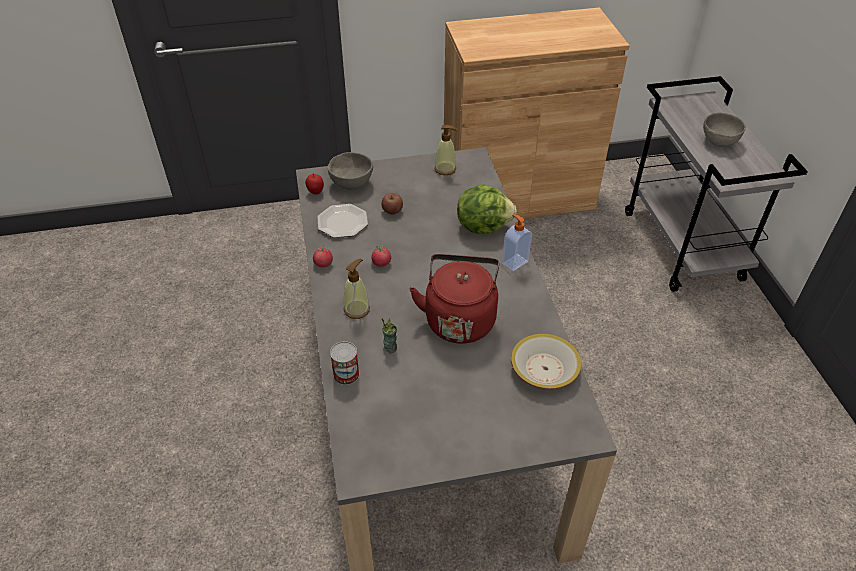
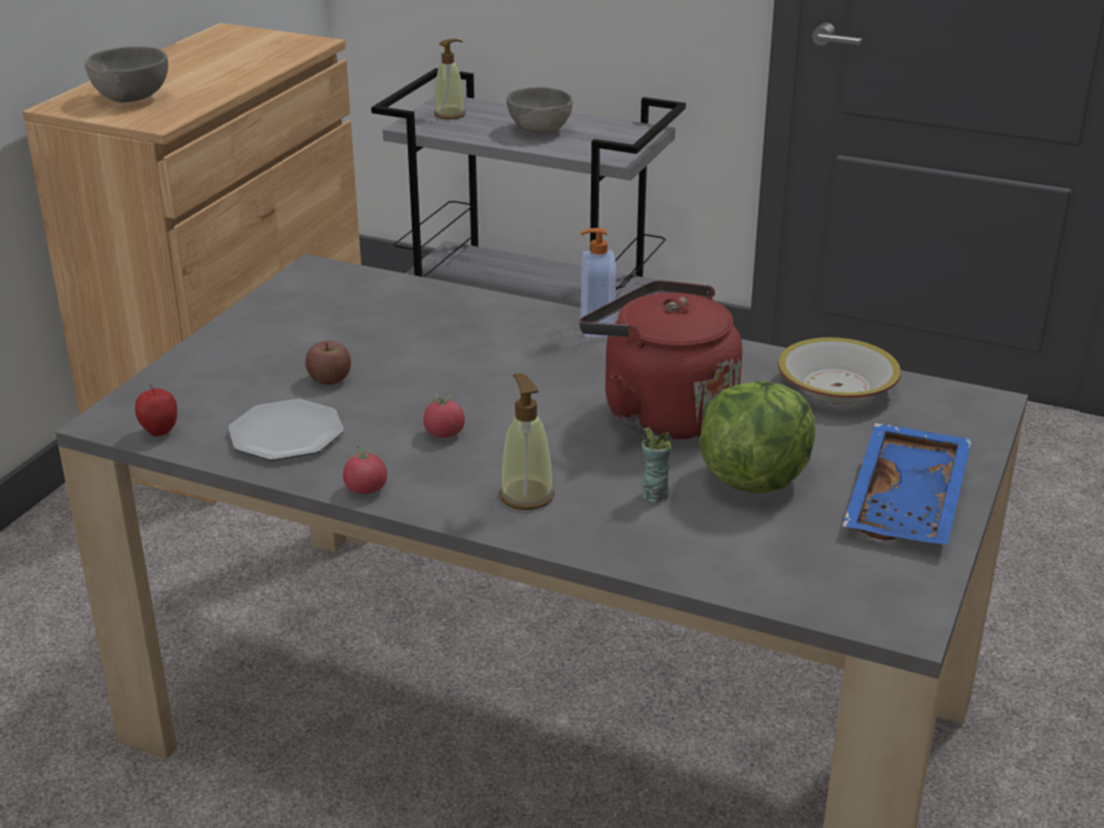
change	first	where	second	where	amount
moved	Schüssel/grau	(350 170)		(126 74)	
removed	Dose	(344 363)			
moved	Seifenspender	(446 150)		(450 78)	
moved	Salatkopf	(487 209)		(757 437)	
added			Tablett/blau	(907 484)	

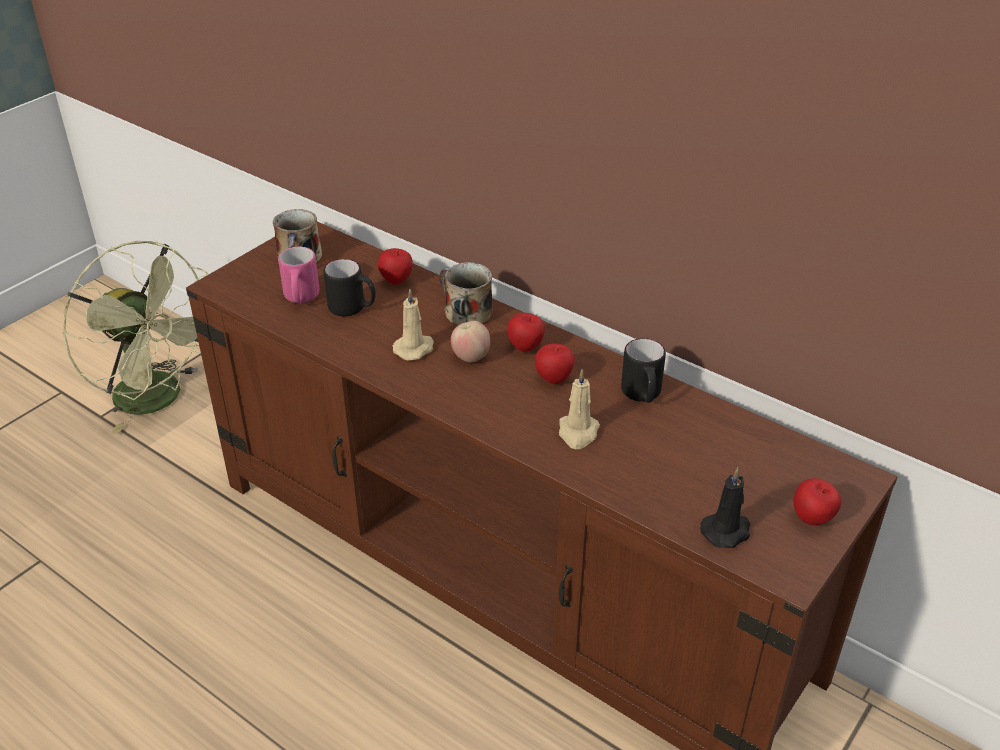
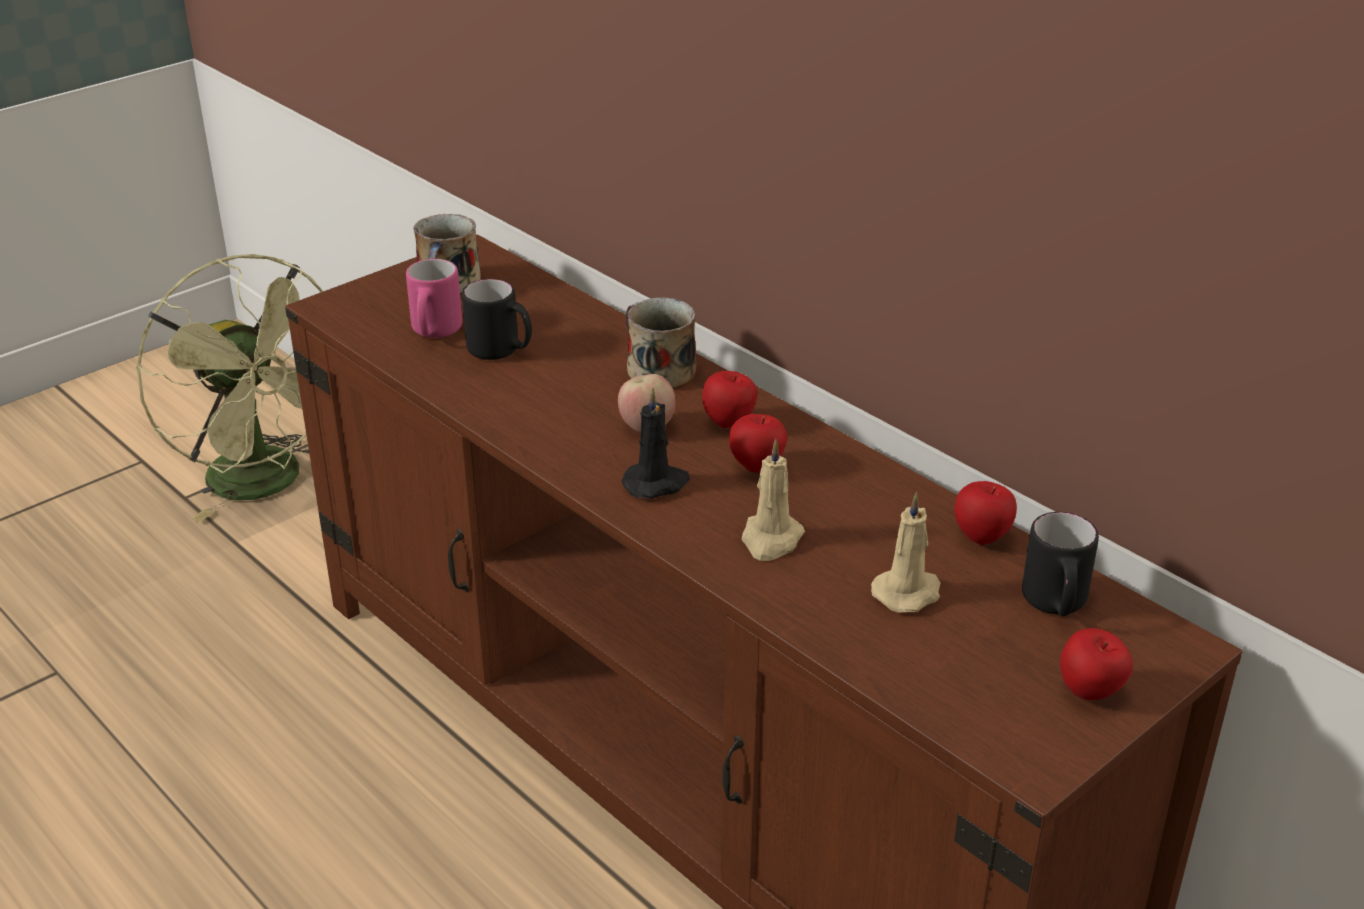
change	first	where	second	where	amount
moved	Apfel	(395 266)		(985 513)	
moved	Kerze/beige	(413 325)		(905 552)	
moved	Henkelbecher/schwarz	(643 370)		(1060 564)	
moved	Kerze/schwarz	(725 507)		(656 443)	

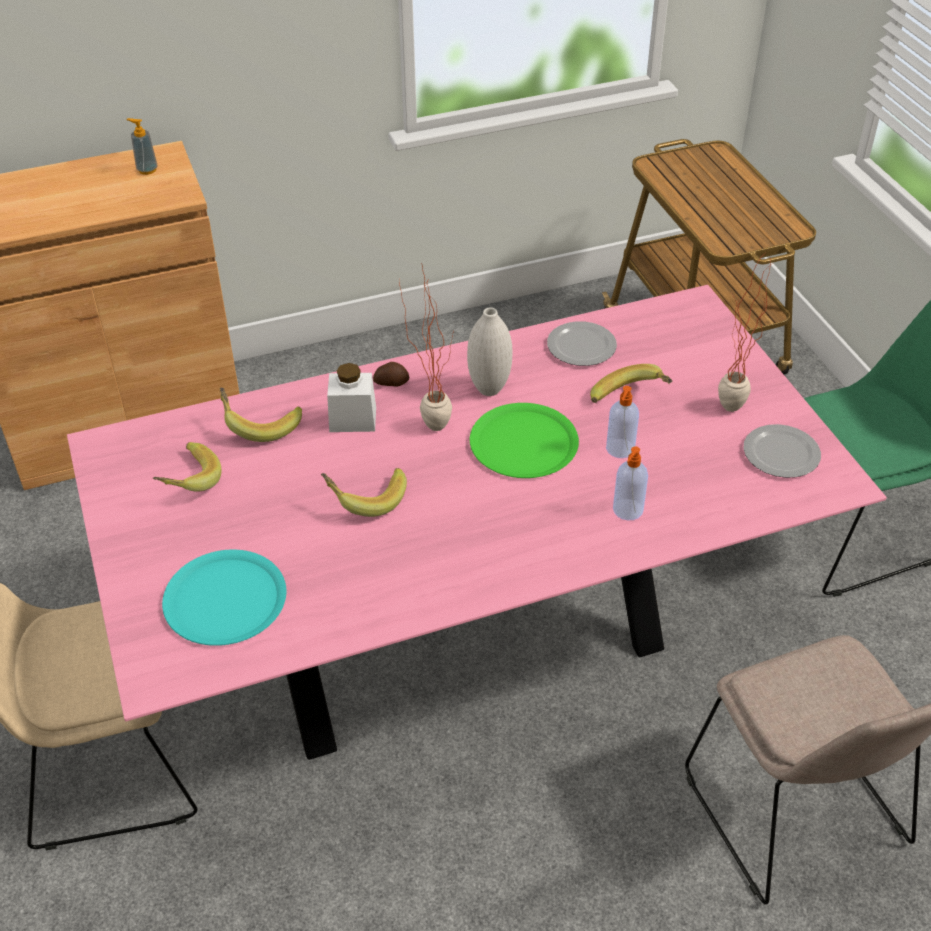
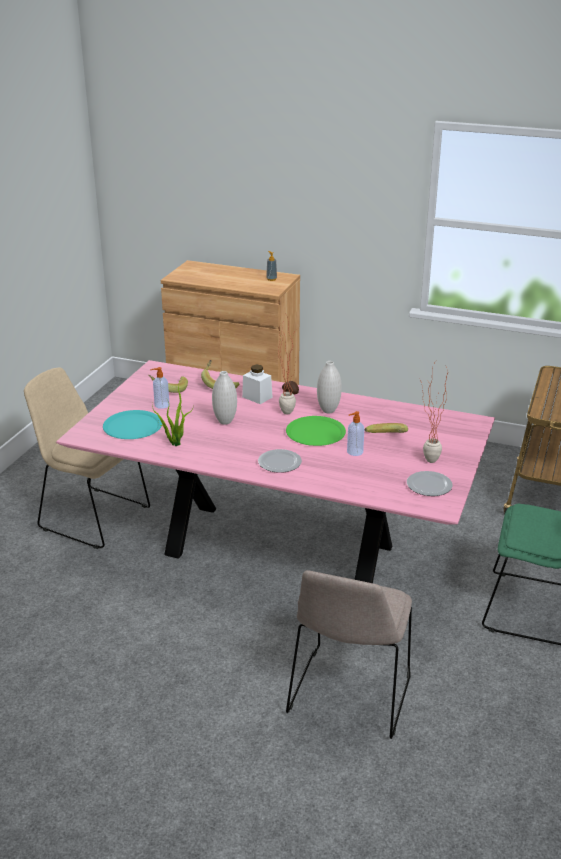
change	first	where	second	where	amount
replaced	Banane	(364 492)	Vase/weiß	(224 398)	
moved	Teller	(582 343)		(280 461)	
moved	Seifenspender	(630 483)		(160 388)	
added			Topfpflanze	(173 415)	

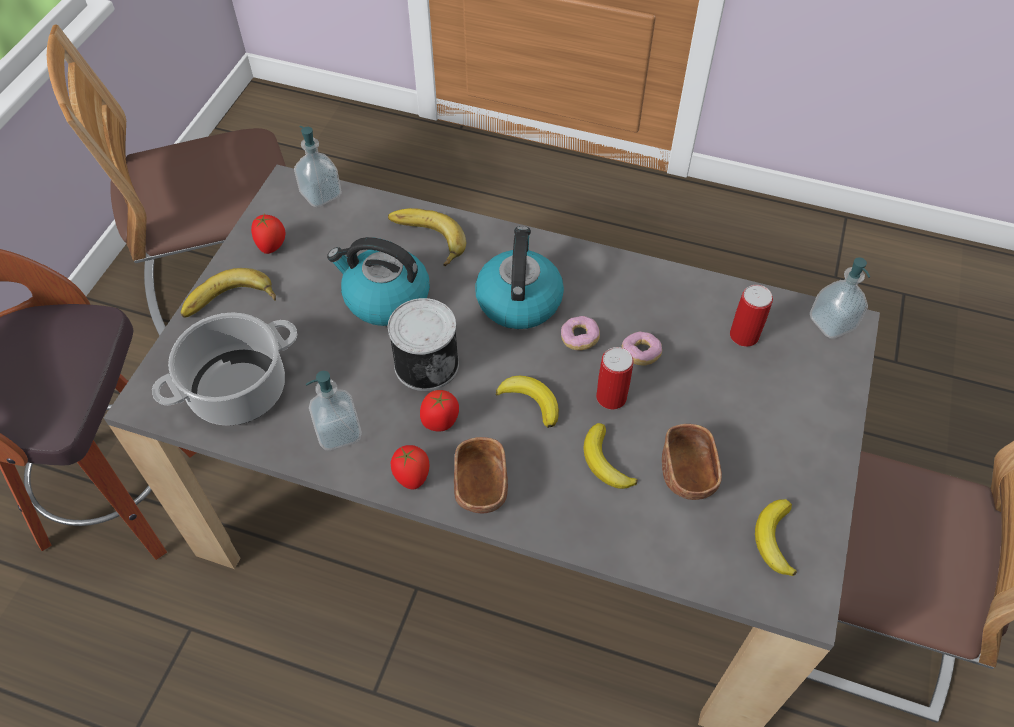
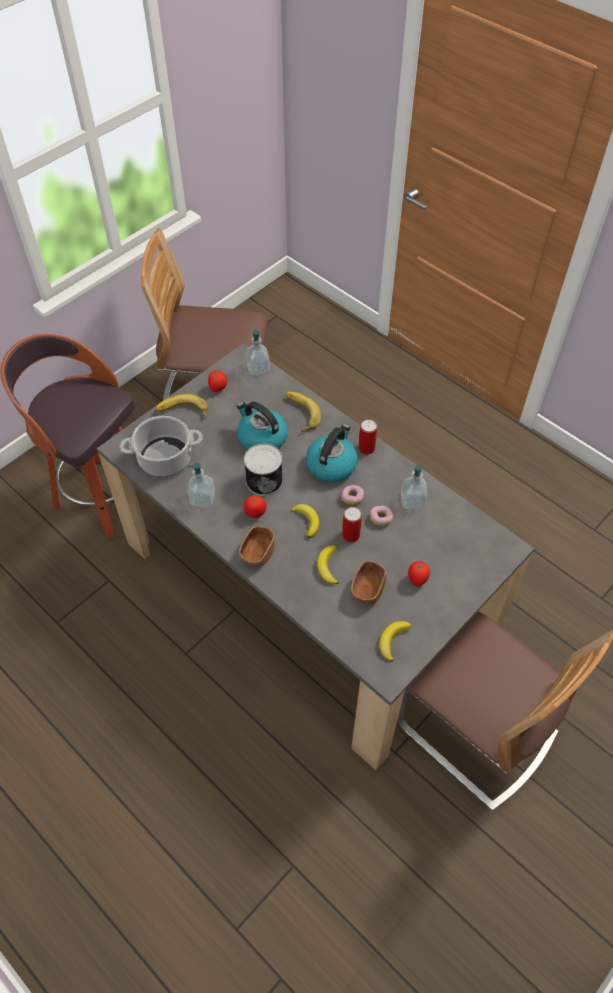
change	first	where	second	where	amount
moved	Tomate	(410 467)		(419 574)	
moved	Dose	(751 316)		(368 437)	
moved	Seifenspender	(840 297)		(414 487)	

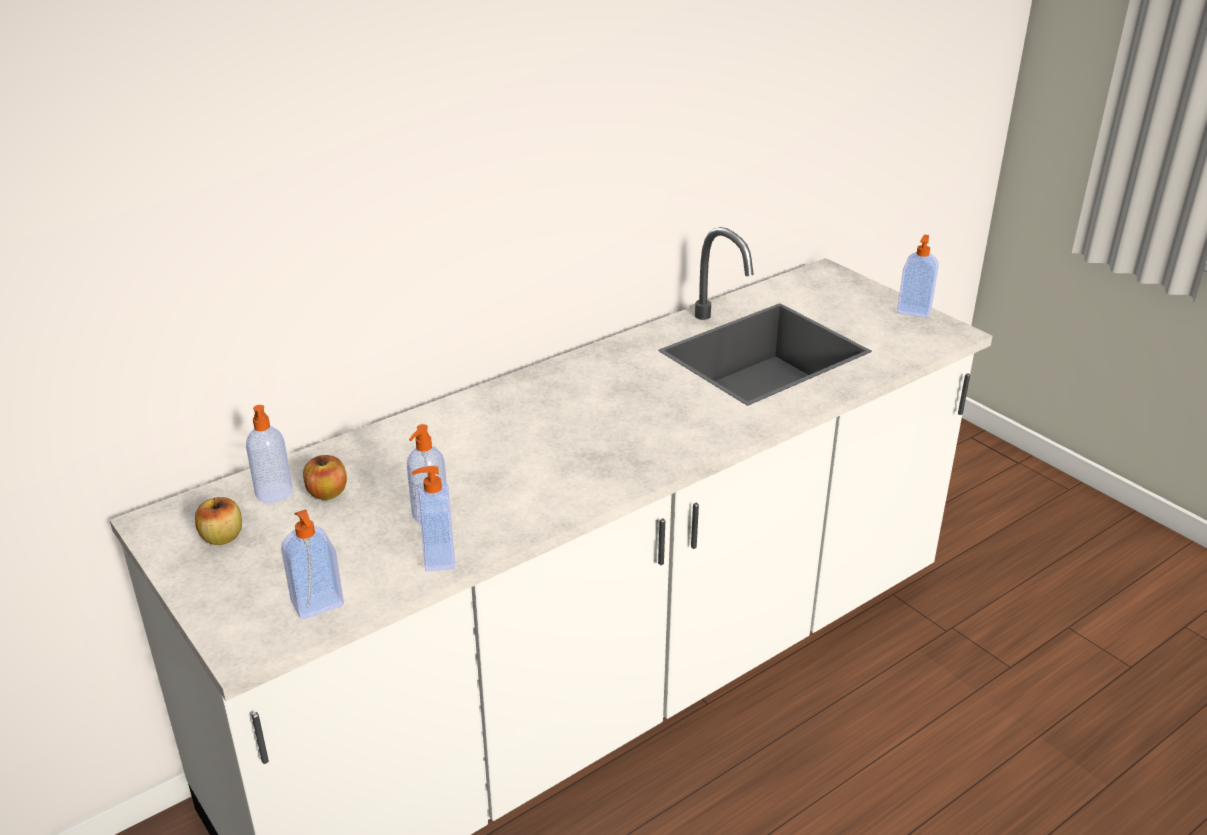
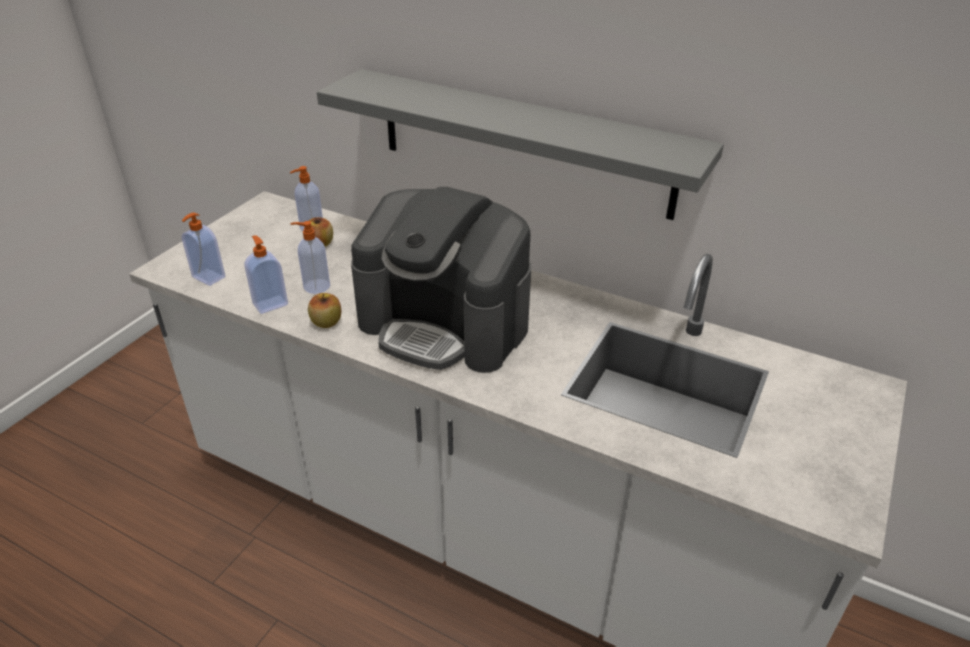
change	first	where	second	where	amount
moved	Apfel	(218 521)		(324 310)	
removed	Seifenspender	(918 276)			
added			Wandregal/grau	(520 144)	
added			Kaffeemaschine	(441 280)	

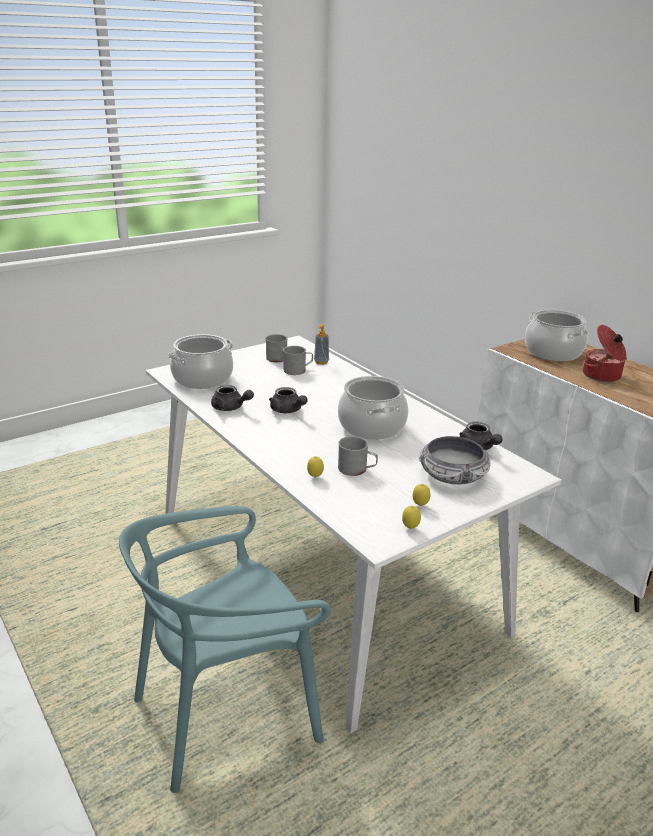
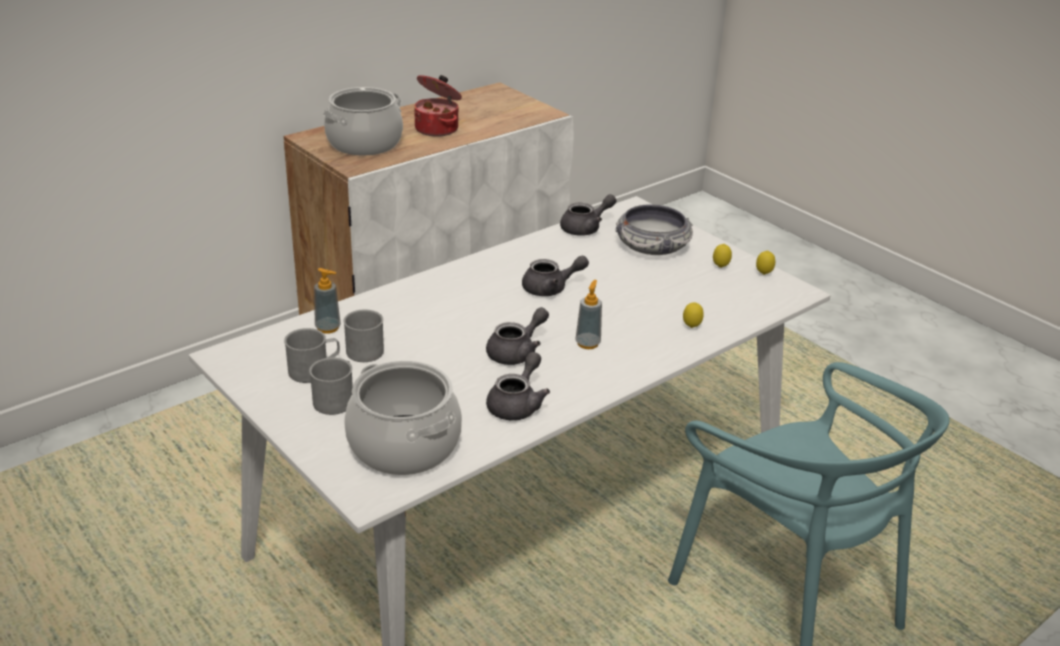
change	first	where	second	where	amount
replaced	Kochtopf	(373 408)	Teekanne/grau	(555 276)	
moved	Henkelbecher/grau	(358 456)		(331 386)	
added			Seifenspender	(588 314)	

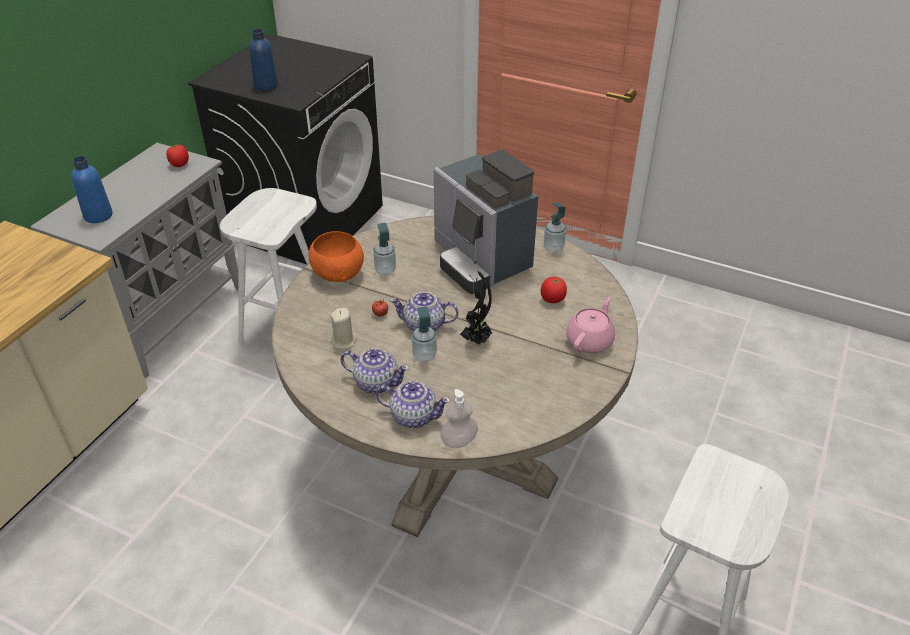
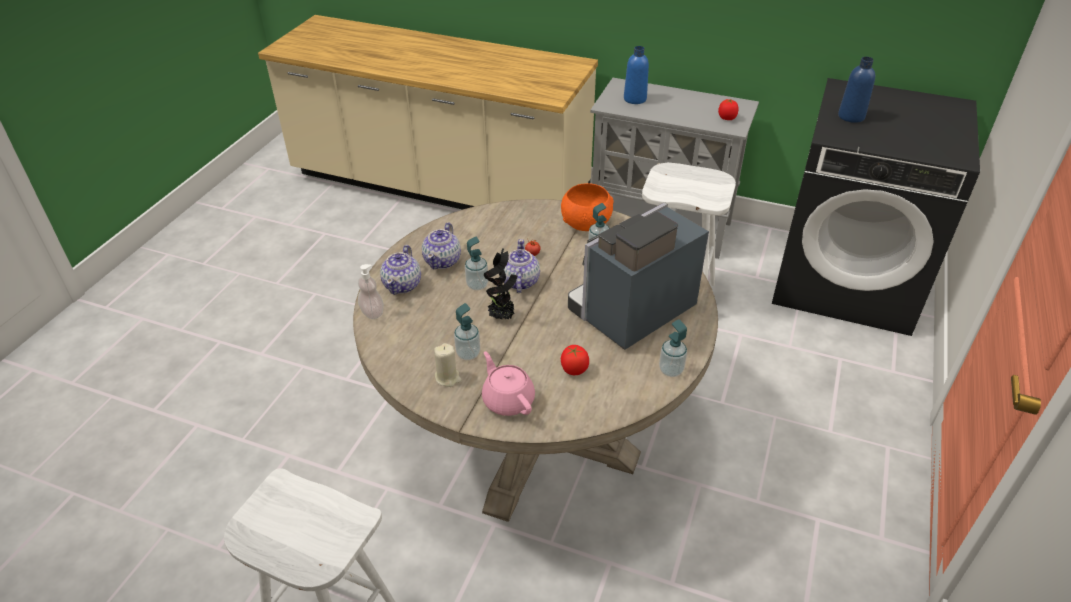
change	first	where	second	where	amount
moved	Kerze/beige	(344 328)		(448 365)	
turned	Teekanne/rosa	(590 325)		(508 383)	150 degrees counterclockwise
added			Seifenspender	(467 331)	

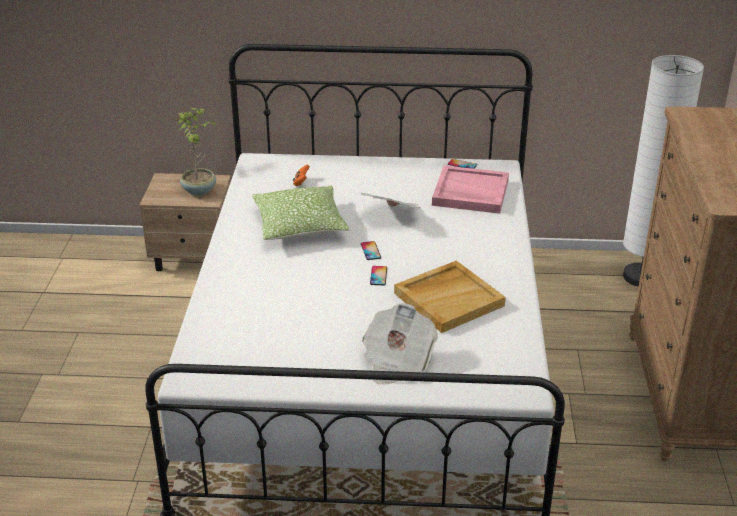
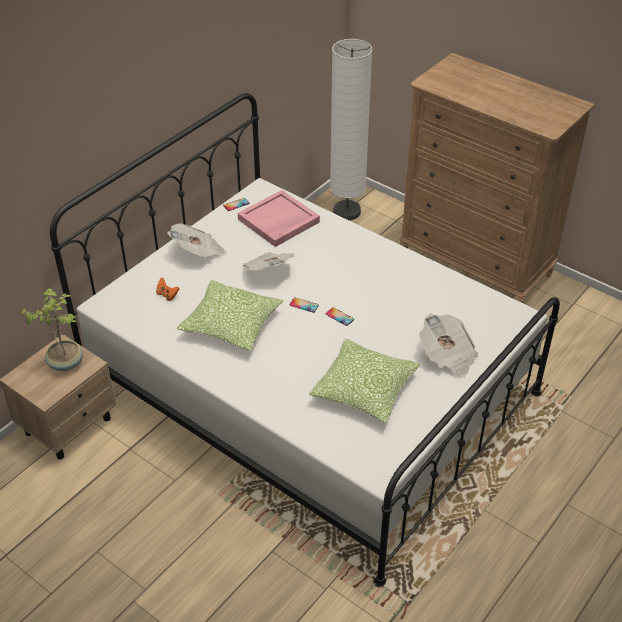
change	first	where	second	where	amount
removed	Tablett/beige	(450 296)			
added			Zeitung	(197 240)	
added			Kissen	(364 381)	

